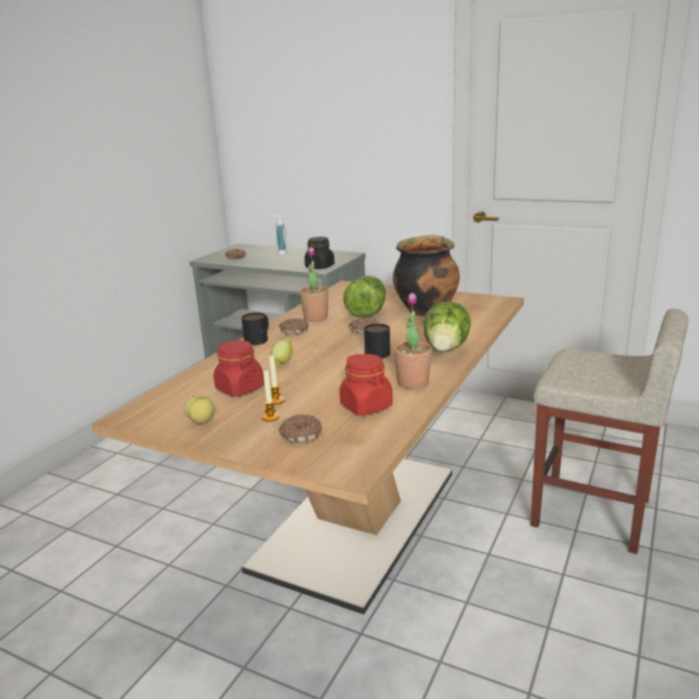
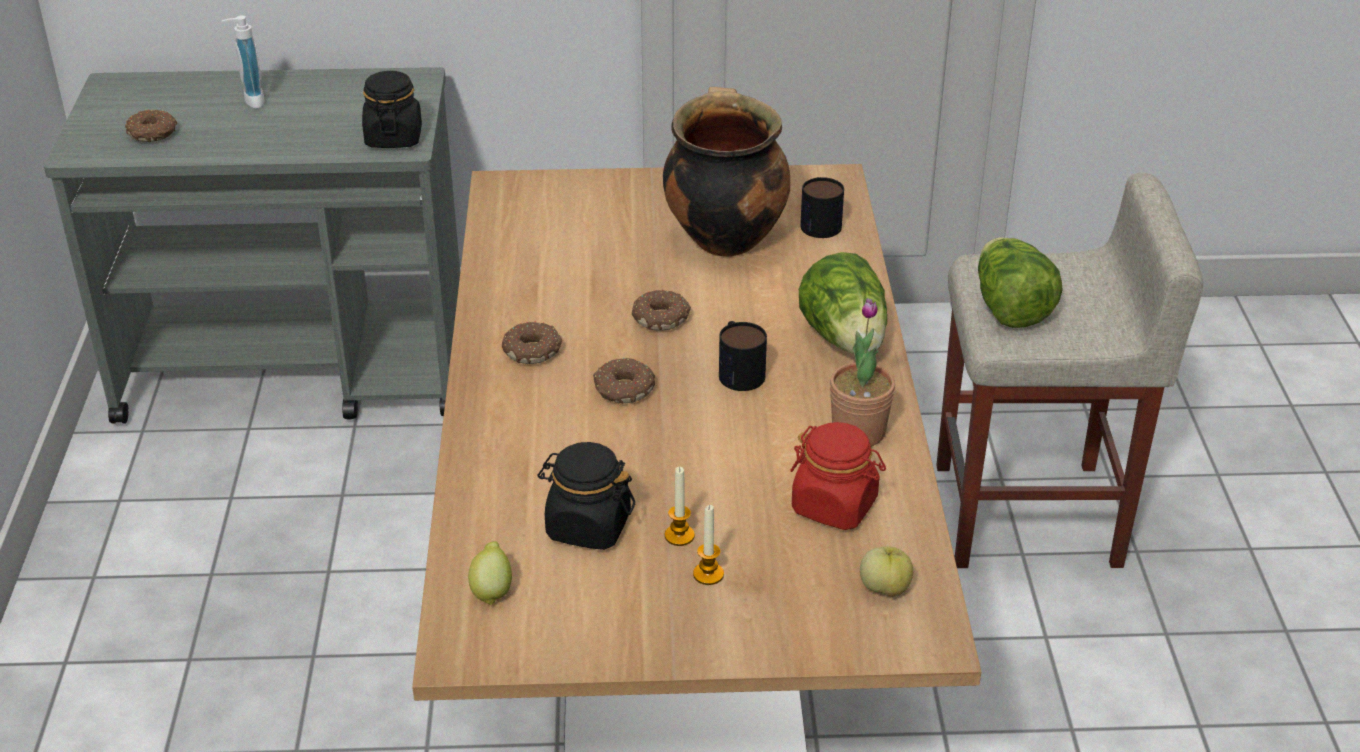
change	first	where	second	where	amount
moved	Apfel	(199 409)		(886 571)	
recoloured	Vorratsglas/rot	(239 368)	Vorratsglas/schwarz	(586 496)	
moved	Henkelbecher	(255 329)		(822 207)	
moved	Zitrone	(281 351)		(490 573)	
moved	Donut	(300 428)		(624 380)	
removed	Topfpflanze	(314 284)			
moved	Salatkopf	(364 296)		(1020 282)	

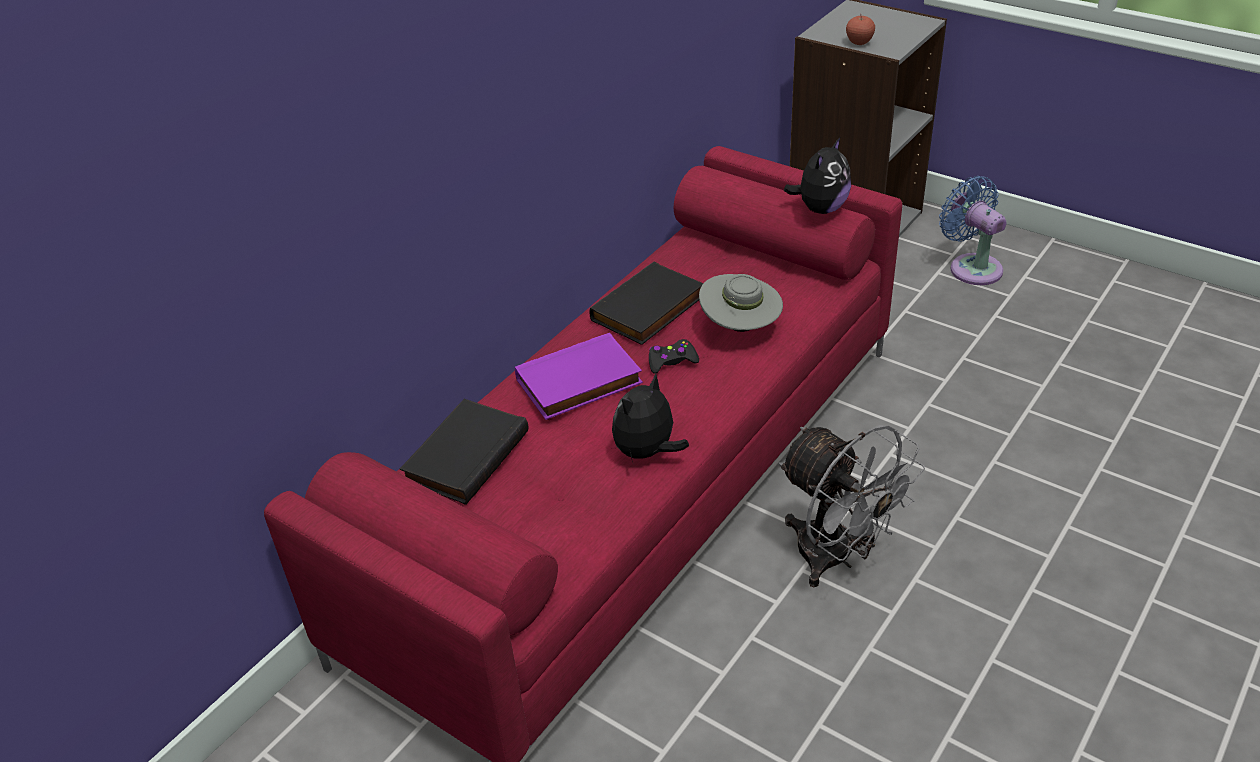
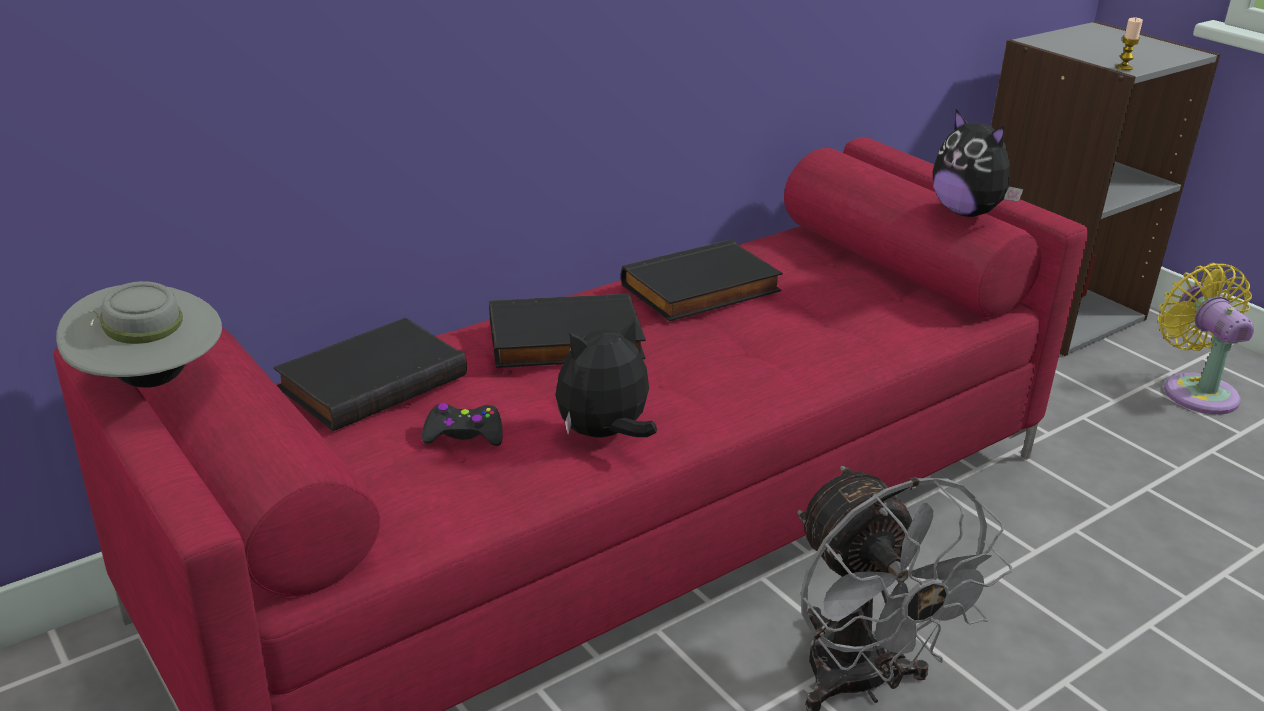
change	first	where	second	where	amount
recoloured	Buch/lila	(579 376)	Buch/schwarz	(567 331)	
moved	Gamepad/schwarz	(674 356)		(462 424)	
moved	Hut/grau	(741 303)		(139 334)	
turned	Plüschtier	(817 175)		(978 163)	90 degrees clockwise
removed	Apfel	(860 29)			
recoloured	Ventilator/blau	(973 230)	Ventilator/gelb	(1206 338)	
added			Kerze	(1129 44)	

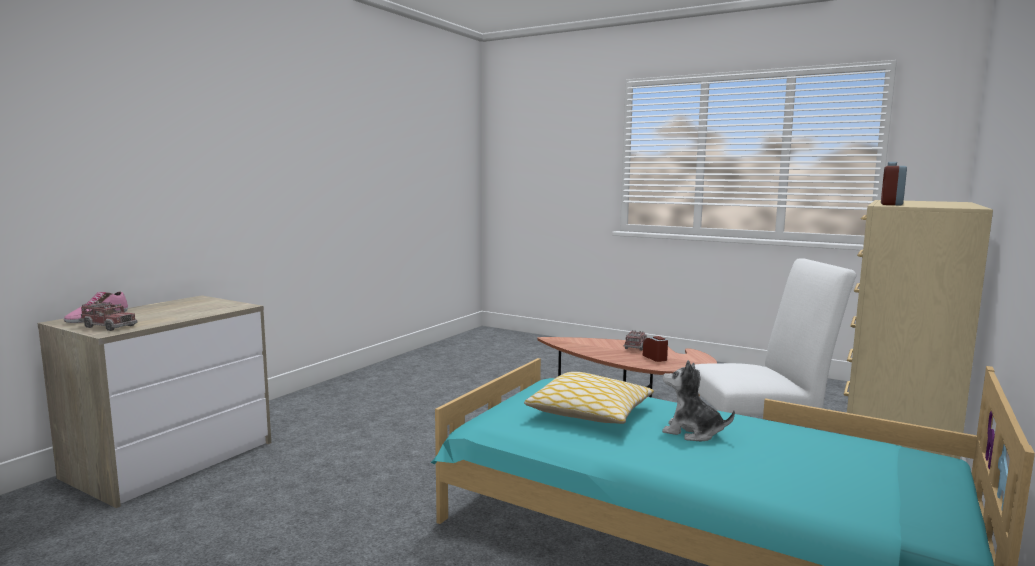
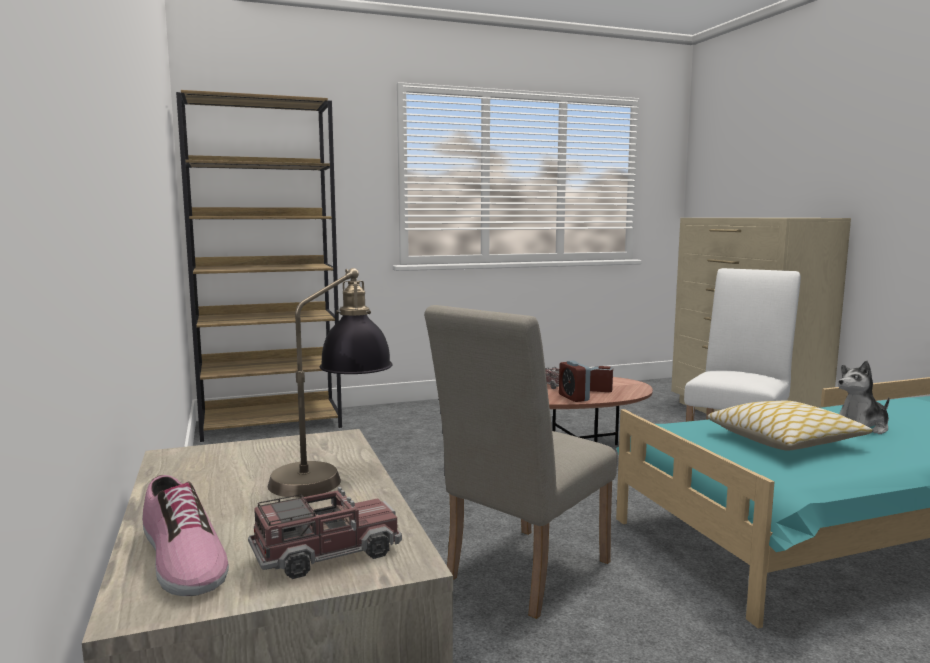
change	first	where	second	where	amount
moved	Wecker	(894 183)		(575 381)	
added			Bücherregal/braun	(259 266)	
added			Tischlampe	(330 383)	
added			Stuhl/beige	(520 462)	

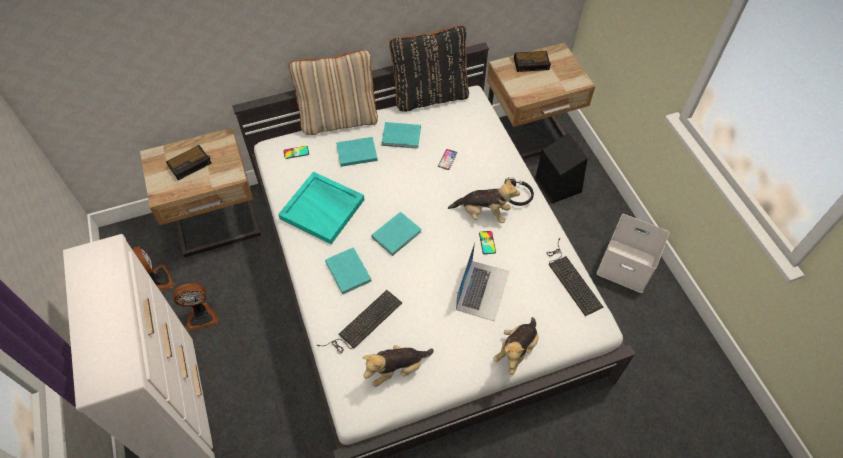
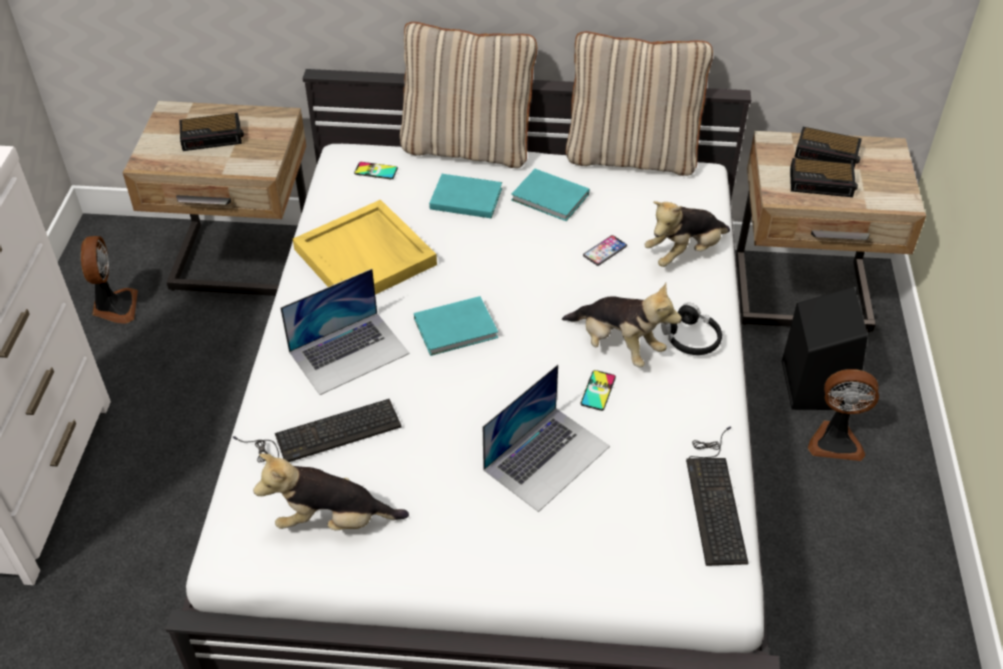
change	first	where	second	where	amount
moved	Ventilator	(196 307)		(843 415)	
recoloured	Tablett/türkis	(321 208)	Tablett/gelb	(365 247)	
replaced	Buch/türkis	(348 270)	Laptop	(345 332)	
recoloured	Kissen/schwarz	(429 68)	Kissen/beige	(639 103)	
moved	Plüschtier	(516 346)		(687 234)	
removed	Aufbewahrungsbox/weiß	(633 253)			
added			Wecker	(824 177)	

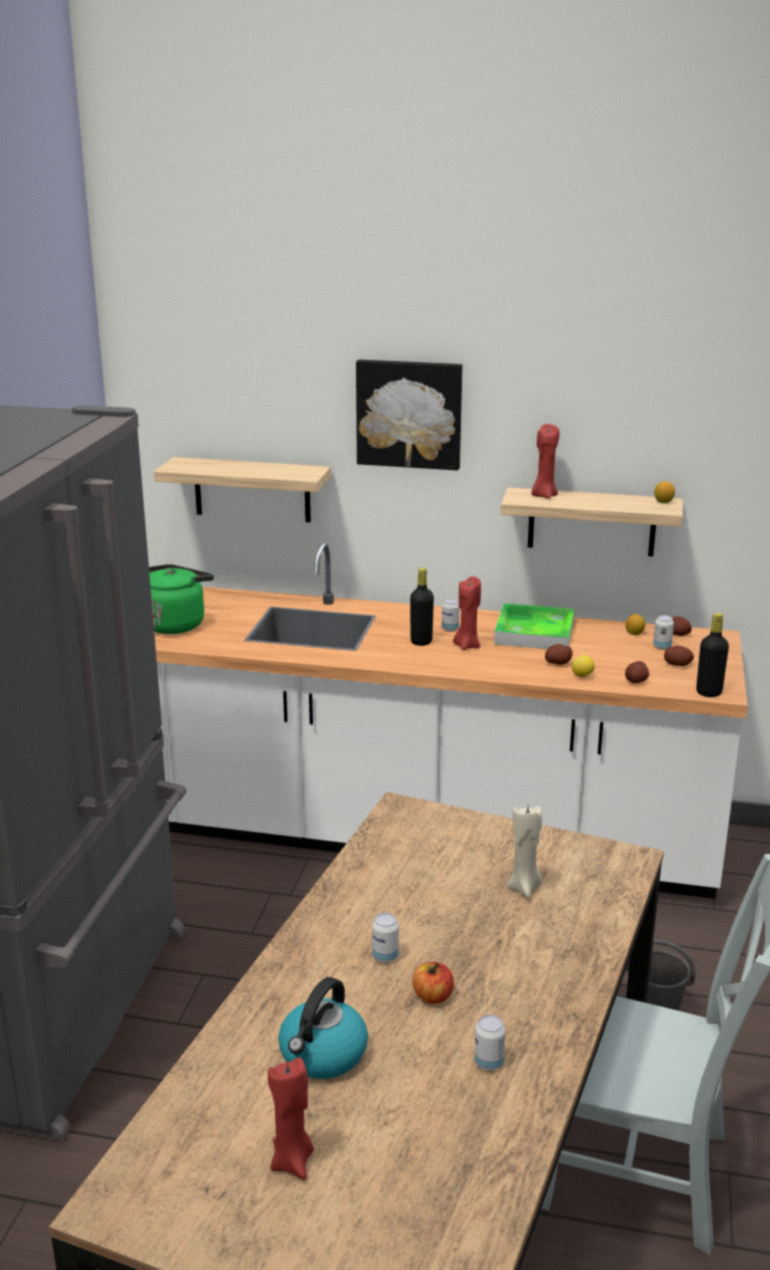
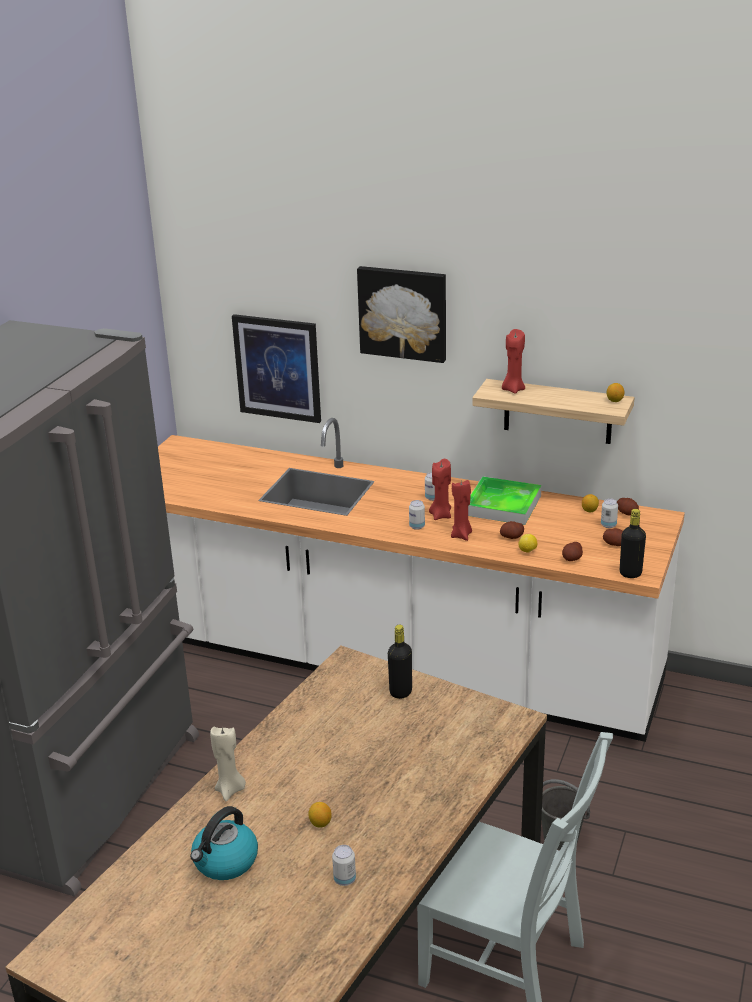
change	first	where	second	where	amount
removed	Wasserkessel/grün	(181 599)			
replaced	Wandregal	(242 489)	Bild	(276 368)	
moved	Kerze/rot	(291 1118)		(461 510)	
moved	Dose	(385 938)		(417 515)	
moved	Flasche/schwarz	(422 606)		(400 662)	
replaced	Apfel	(433 983)	Zitrone	(320 815)	
moved	Kerze/beige	(524 852)		(228 764)	

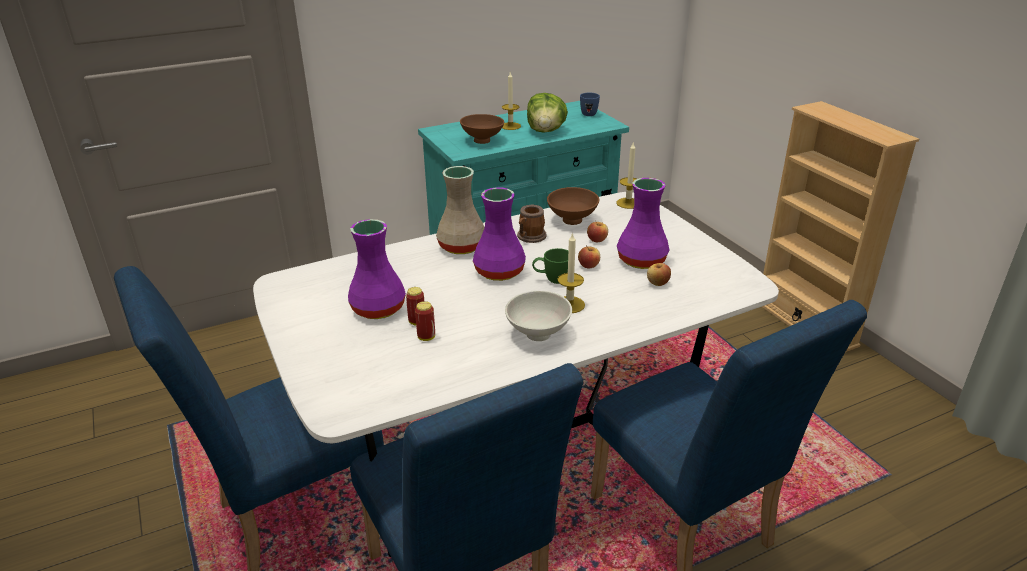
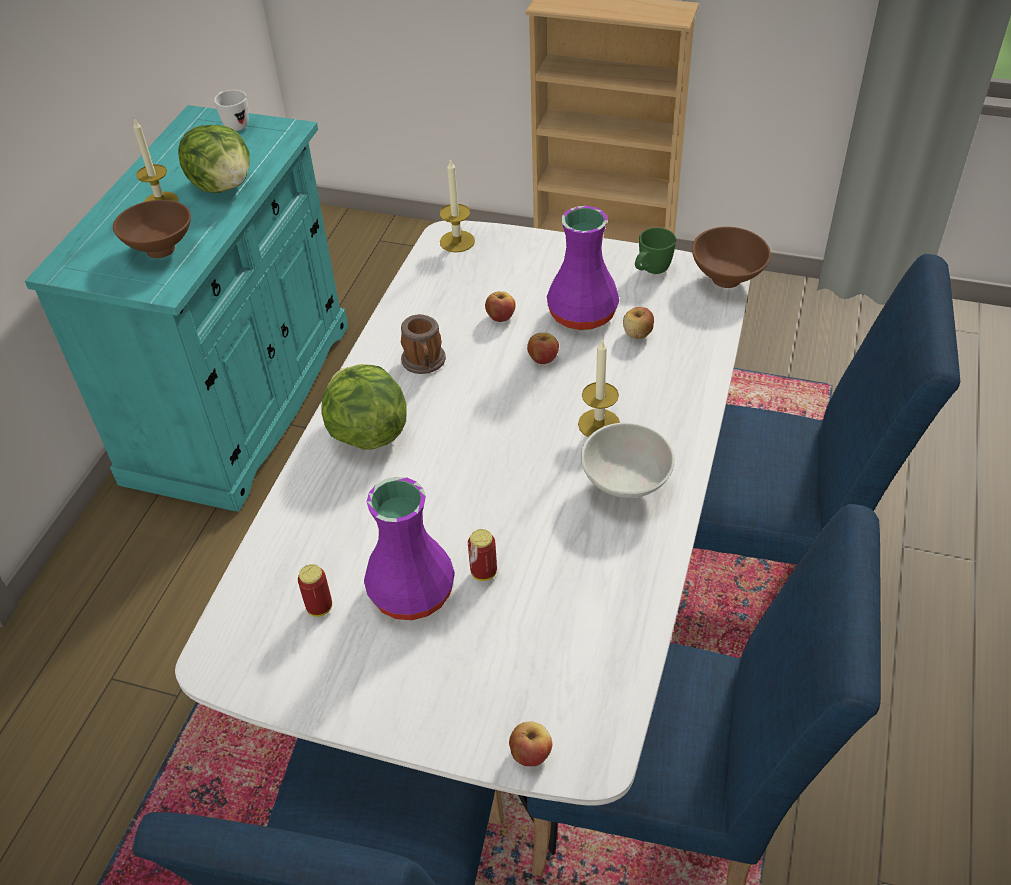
change	first	where	second	where	amount
moved	Dose	(425 321)		(315 590)	
replaced	Vase/beige	(460 210)	Salatkopf	(364 407)	
removed	Vase/lila	(499 234)			
moved	Henkelbecher/grün	(550 266)		(655 250)	
moved	Schüssel/braun	(573 206)		(731 257)	
recoloured	Henkelbecher/blau	(590 104)	Henkelbecher/weiß	(231 110)	
added			Apfel	(530 744)	

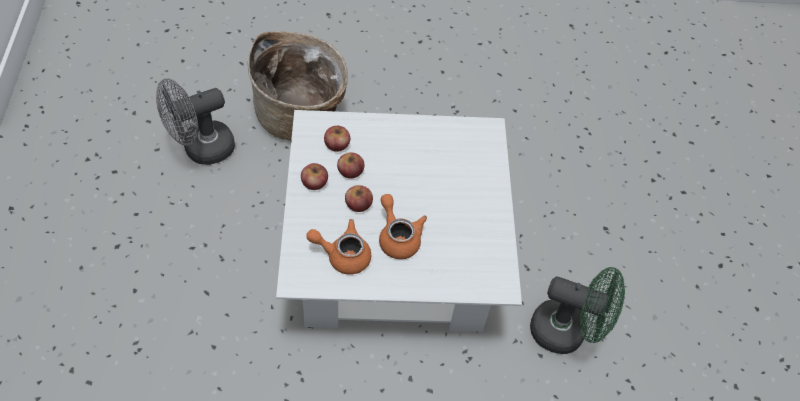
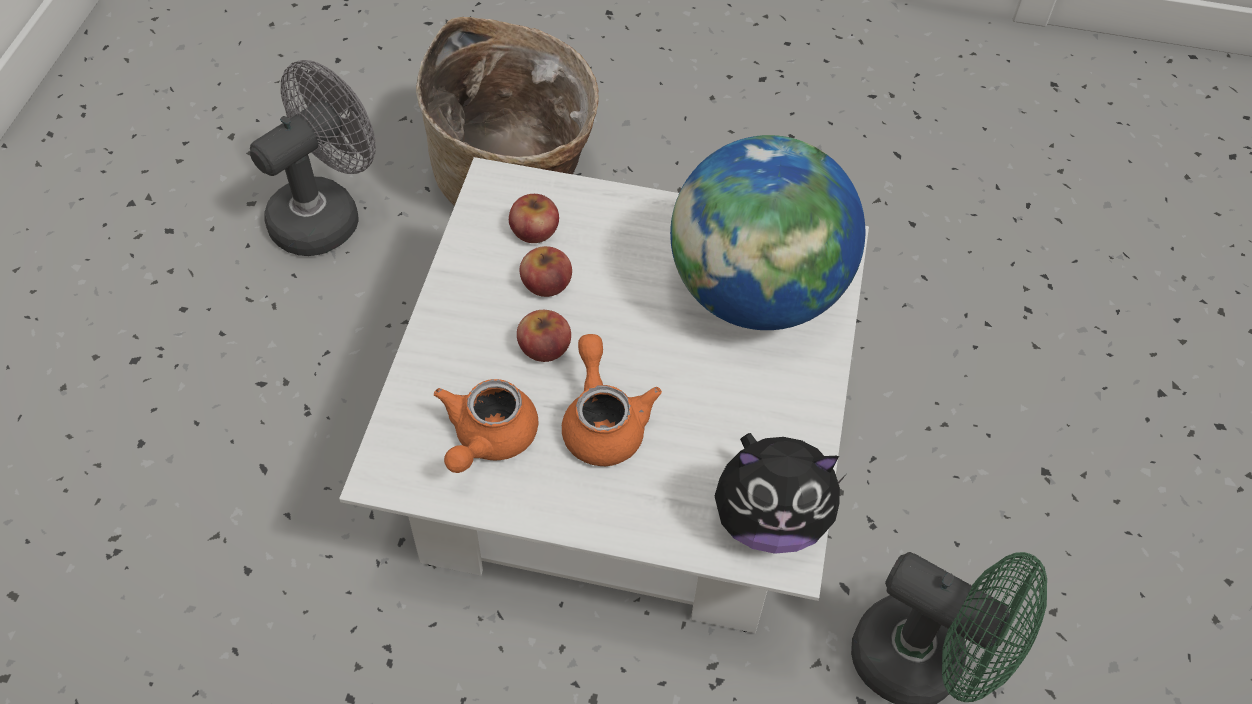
change	first	where	second	where	amount
turned	Ventilator/grau	(195 121)		(313 158)	150 degrees clockwise
removed	Apfel	(314 176)			
turned	Teekanne/orange	(339 247)		(486 426)	90 degrees counterclockwise
added			Globus	(767 232)	
added			Plüschtier	(780 493)	

